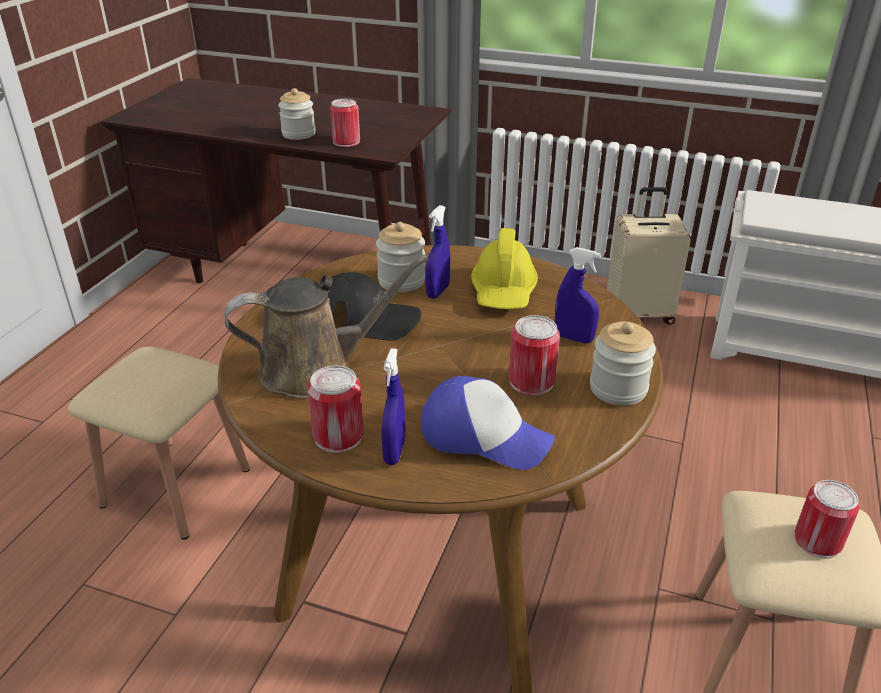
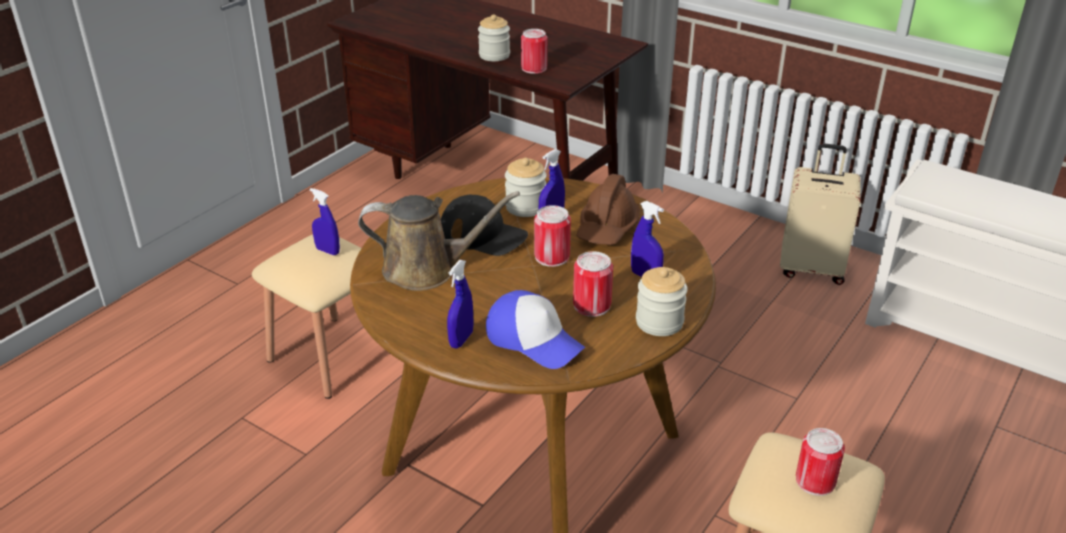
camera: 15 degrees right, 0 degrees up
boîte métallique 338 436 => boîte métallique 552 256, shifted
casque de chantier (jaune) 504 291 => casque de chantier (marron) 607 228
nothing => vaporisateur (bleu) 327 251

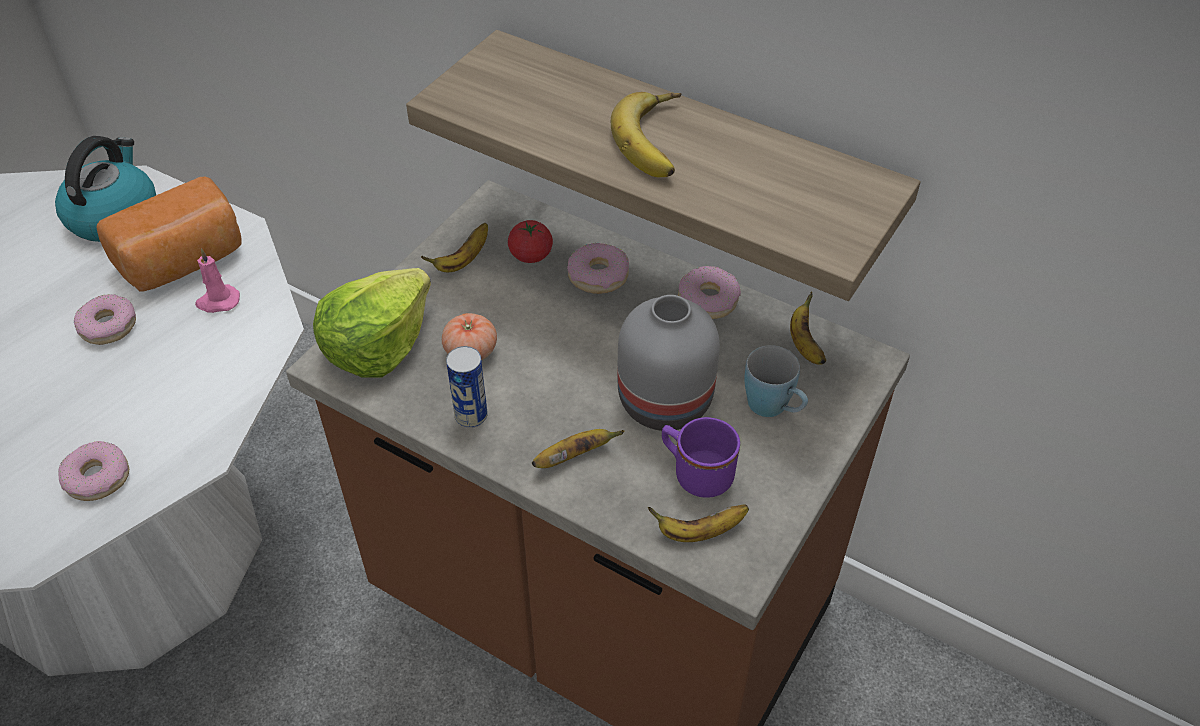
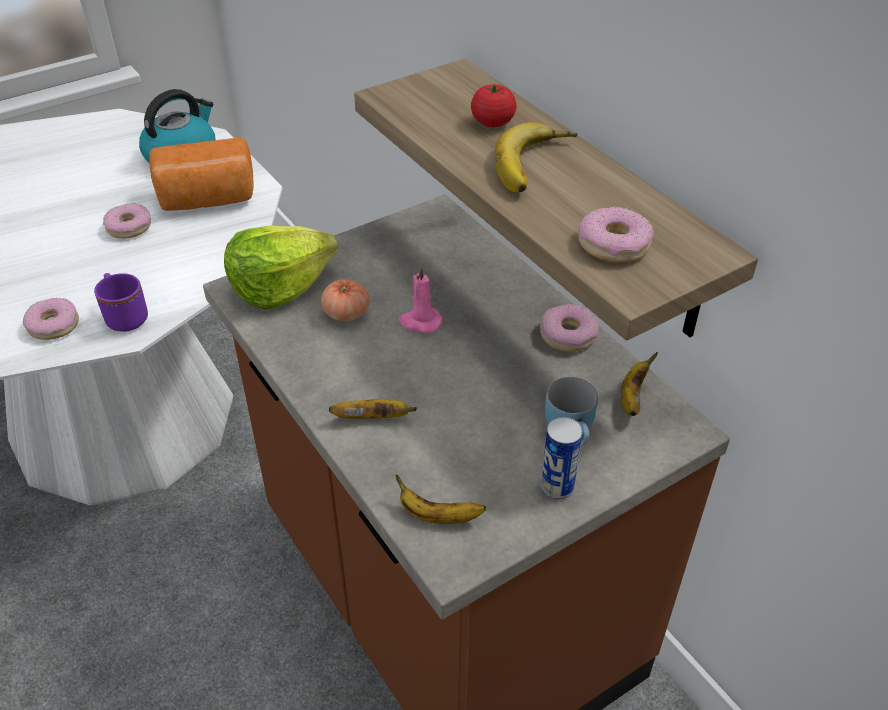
camera: 25 degrees right, 5 degrees down
bougie (rose) 218 301 => bougie (rose) 420 322, shifted
banane 462 260 => nothing
boîte métallique 471 416 => boîte métallique 557 487, shifted
tomate 531 255 => tomate 492 122, shifted
beignet 598 276 => beignet 613 244, shifted
vase (gris) 663 400 => nothing
mug (violet) 695 473 => mug (violet) 125 316, shifted

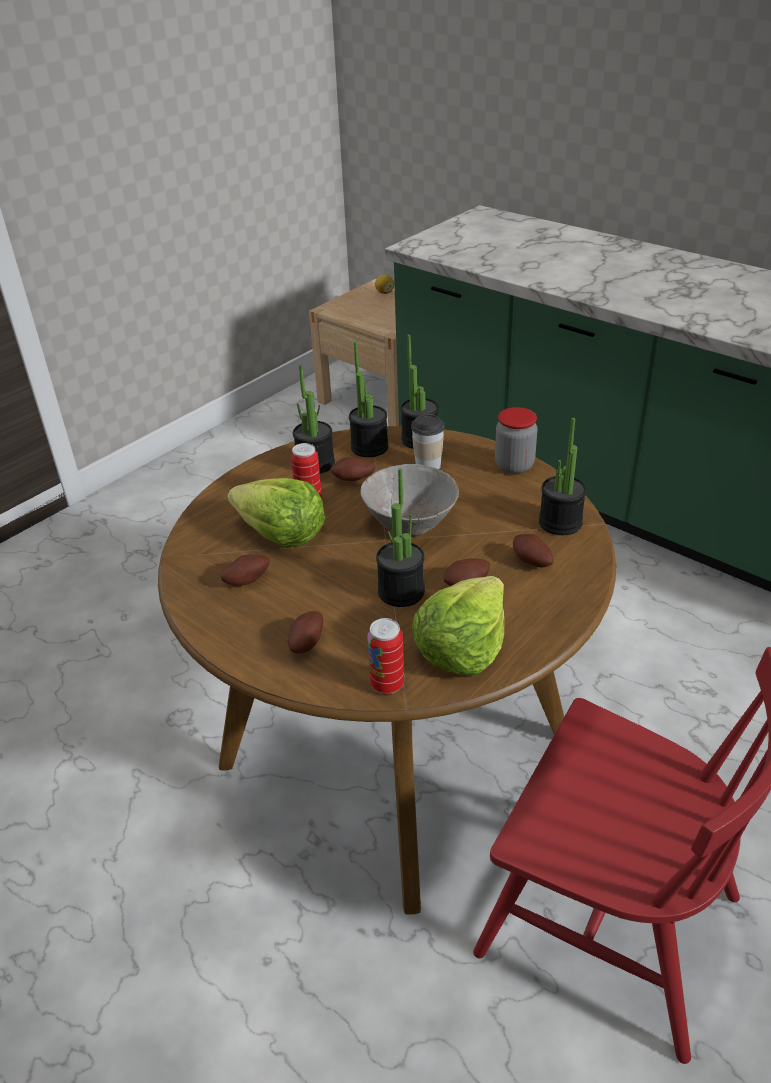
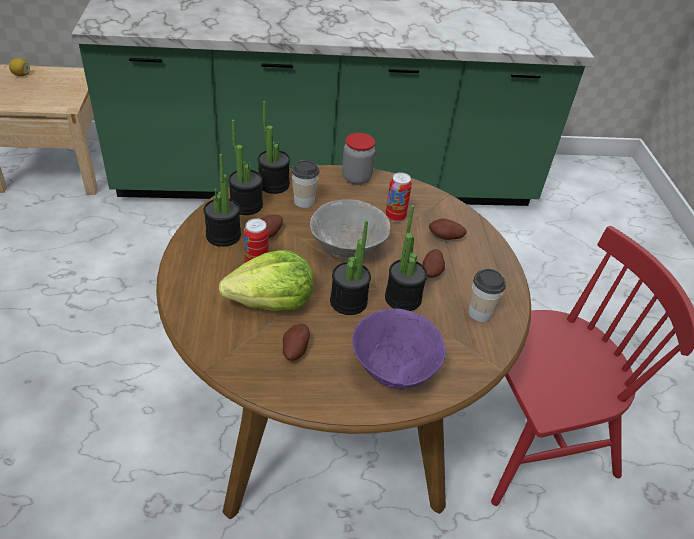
camera: 50 degrees left, 5 degrees up
pomme de terre 305 643 => bol (violet) 394 369
boîte métallique 387 684 => boîte métallique 395 216, shifted
laitue 462 647 => tasse 479 313
plante en pot 560 522 => plante en pot 348 301, shifted

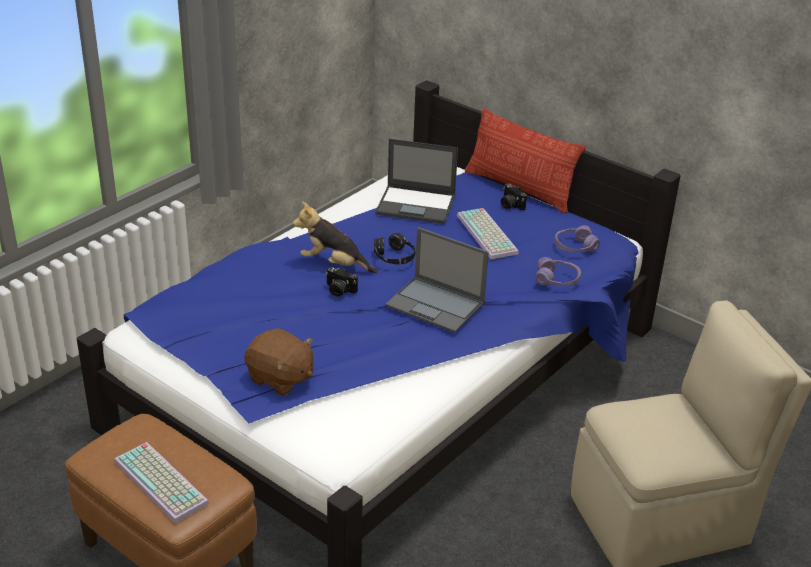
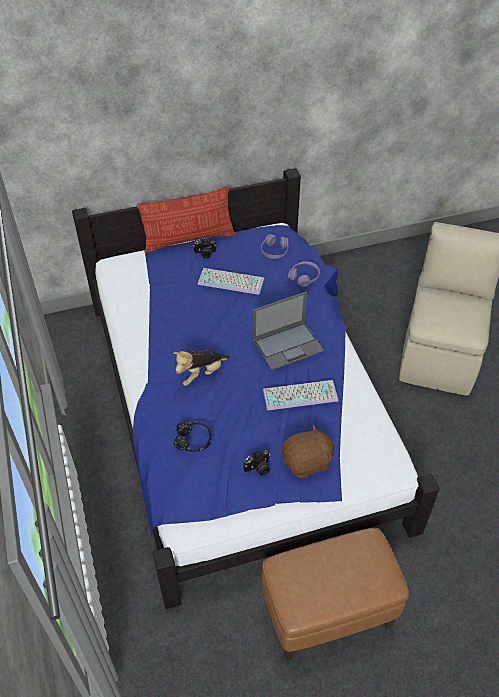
camera: 55 degrees left, 15 degrees up
clavier 163 482 => clavier 301 394, shifted
appareil photo 339 290 => appareil photo 258 468, shifted
casque audio (noir) 394 257 => casque audio (noir) 193 440, shifted
ordinateur portable 417 205 => nothing

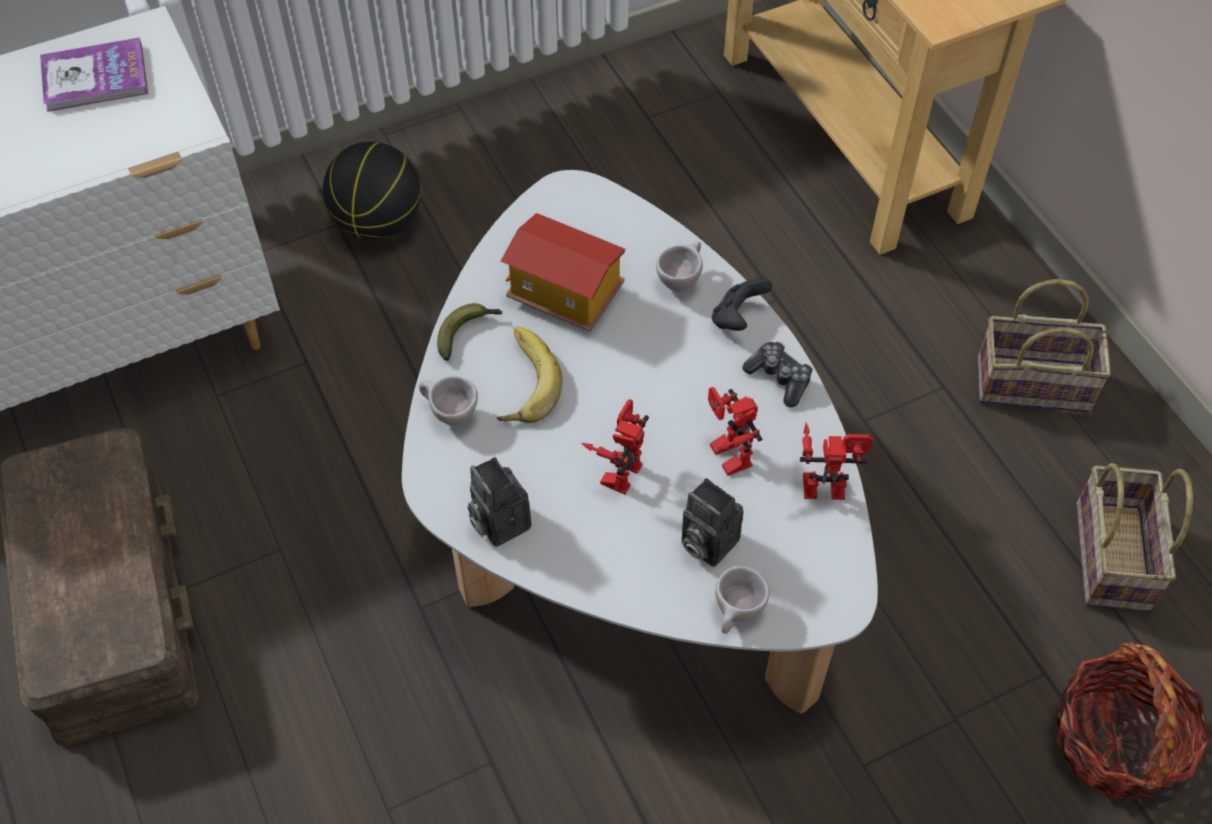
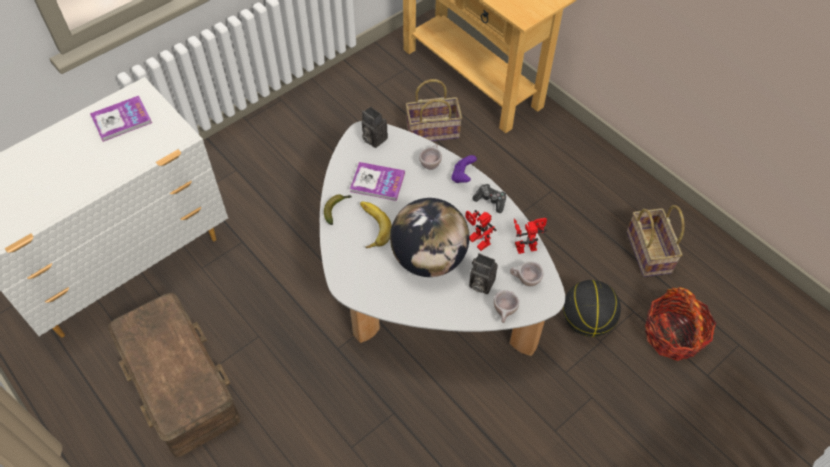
camera: 15 degrees left, 0 degrees up
ballon de basket 377 223 => ballon de basket 586 321, shifted
tasse (beige) 448 414 => tasse (beige) 524 281, shifted
appareil photo 497 522 => appareil photo 373 139, shifted
maison miniature 563 296 => livre 377 182
robot jouet 617 469 => globe 429 259
manette (noir) 737 318 => manette (violet) 462 176
panier 1035 383 => panier 434 130, shifted

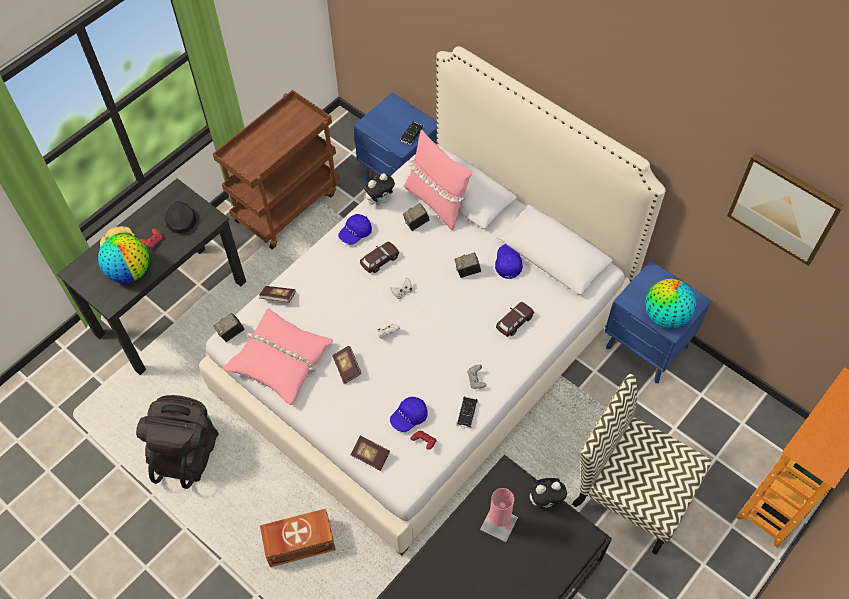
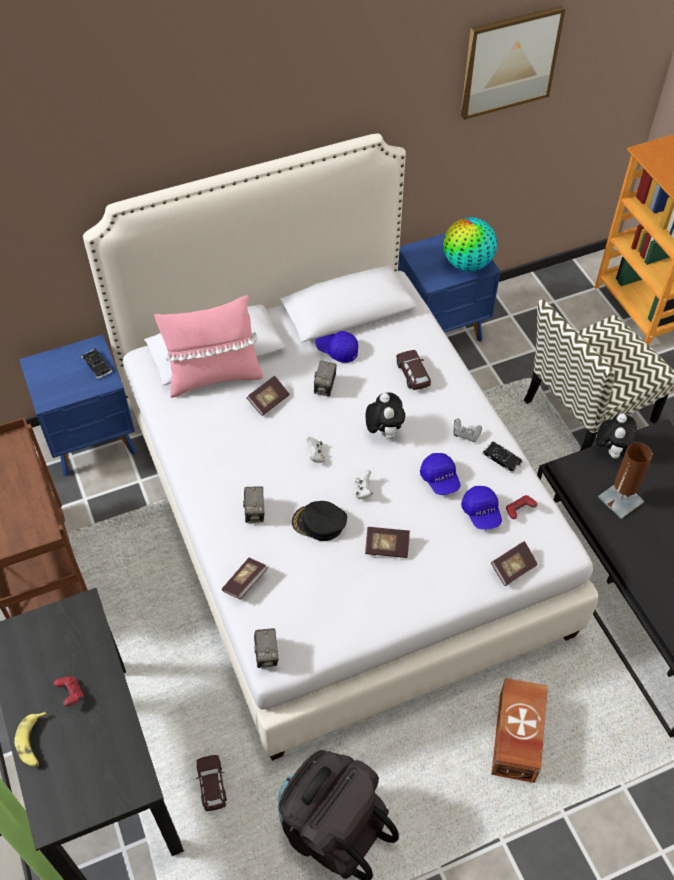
camera: 65 degrees left, 5 degrees down
globe 130 271 => nothing
casquette (noir) 181 219 => casquette (noir) 319 523, shifted
coussin (rose) 280 360 => nothing
casquette (bleu) 355 233 => casquette (bleu) 440 479, shifted
petite voiture (marron) 379 261 => petite voiture (marron) 212 785, shifted
peluche 380 200 => peluche 383 431, shifted
appareil photo 416 223 => appareil photo 255 513, shifted
lampe de table (rose) 499 524 => lampe de table (marron) 620 499
nothing => livre 268 401

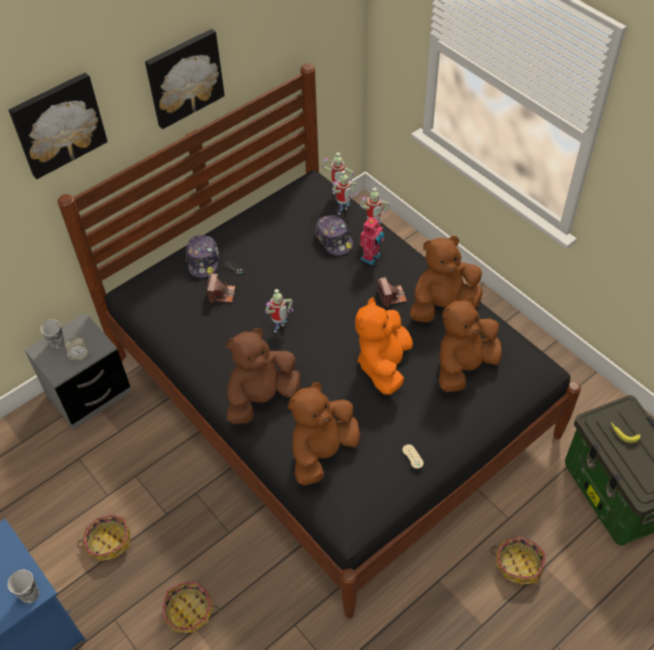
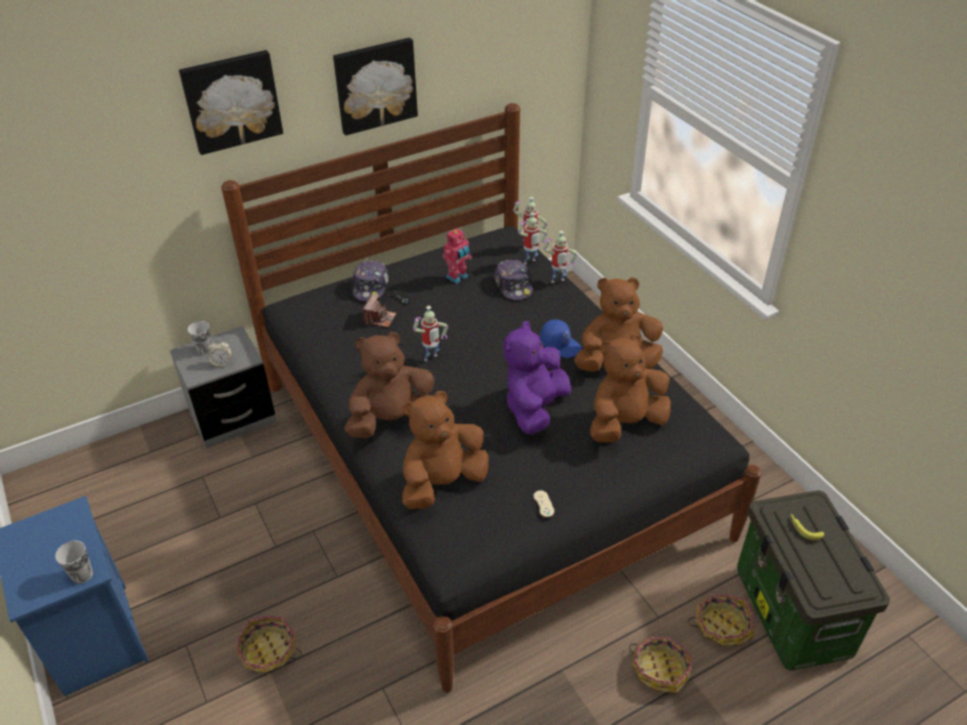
camera: 10 degrees right, 10 degrees down
panier 108 541 => panier 721 626, shifted
peluche (orange) 384 364 => peluche (violet) 535 408
robot jouet 371 258 => robot jouet 458 277, shifted
appareil photo 391 296 => casquette (bleu) 561 345

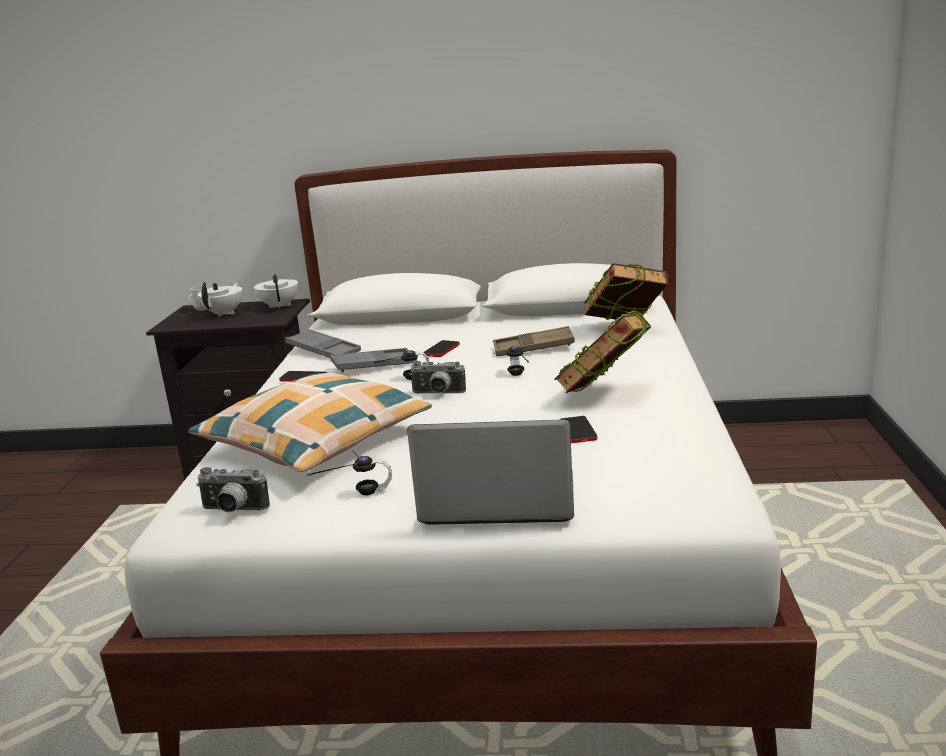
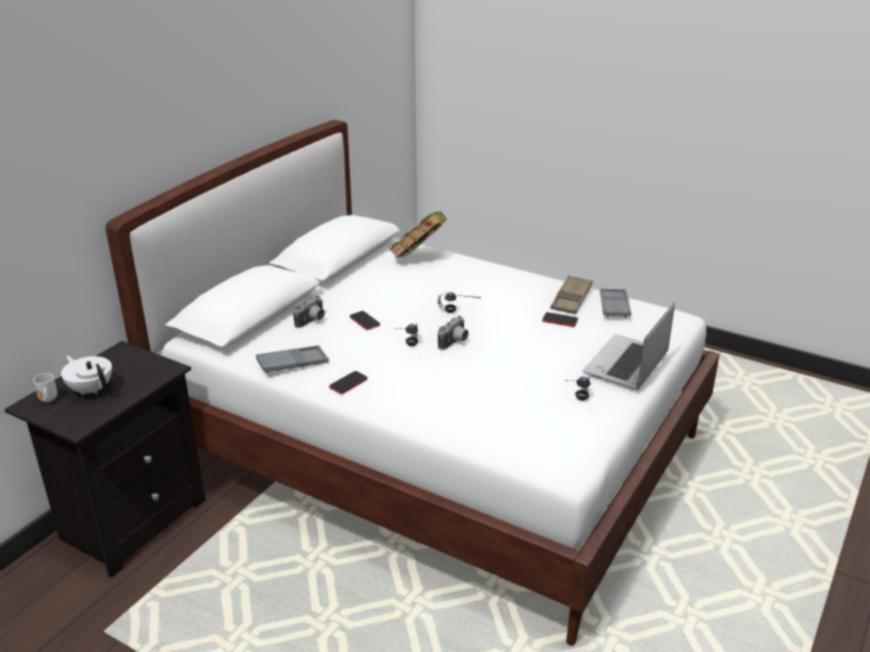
camera: 65 degrees left, 10 degrees up
coussin 315 440 => nothing
appareil photo 233 511 => appareil photo 312 321, shifted
théière (blanc) 279 306 => nothing
plateau (gris) 374 365 => plateau (gris) 614 306, shifted
plateau (marron) 533 348 => plateau (marron) 571 299, shifted
livre 604 396 => nothing

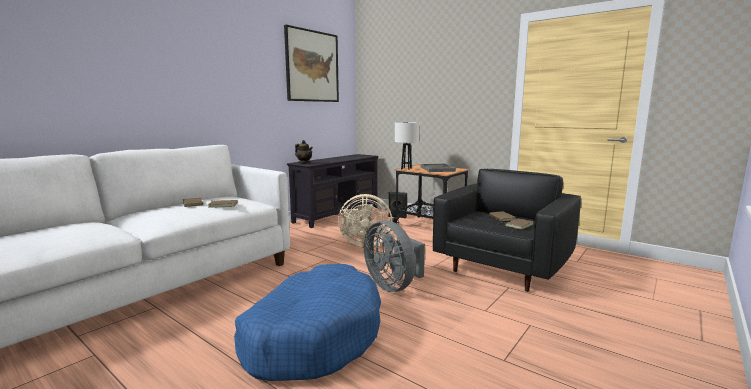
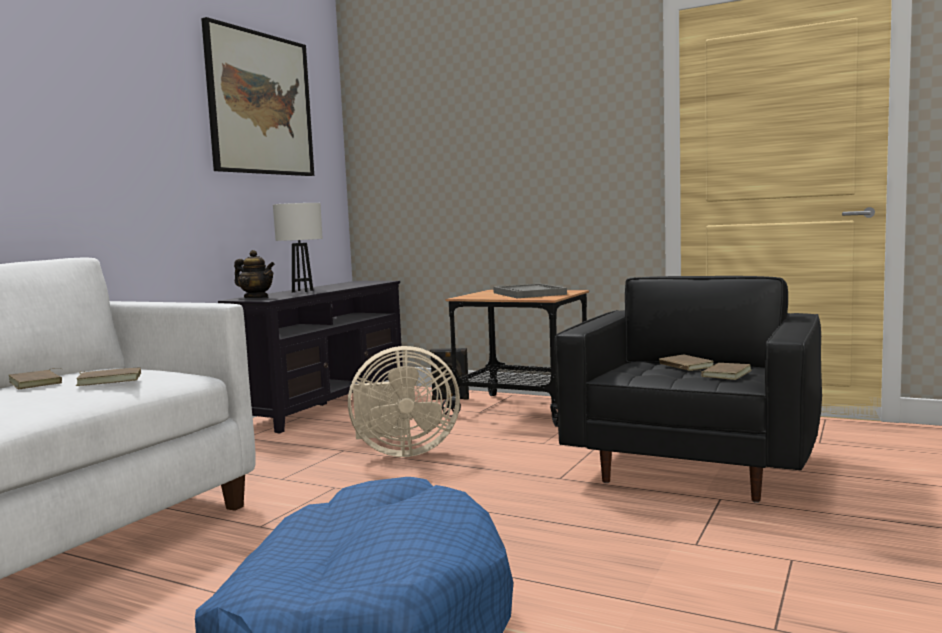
camera: 10 degrees left, 5 degrees down
ventilateur (gris) 393 285 => nothing
lampe de table (blanc) 406 169 => lampe de table (blanc) 302 291, shifted

